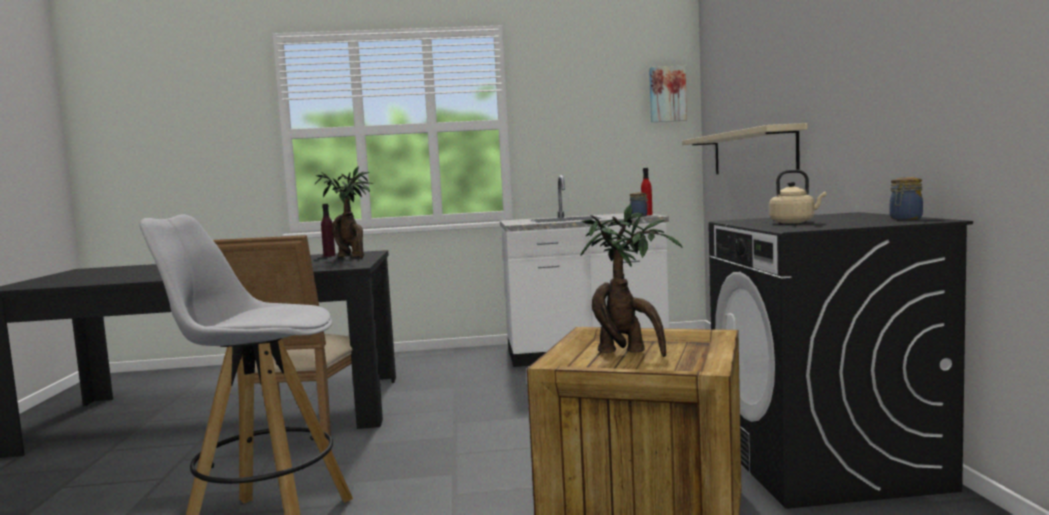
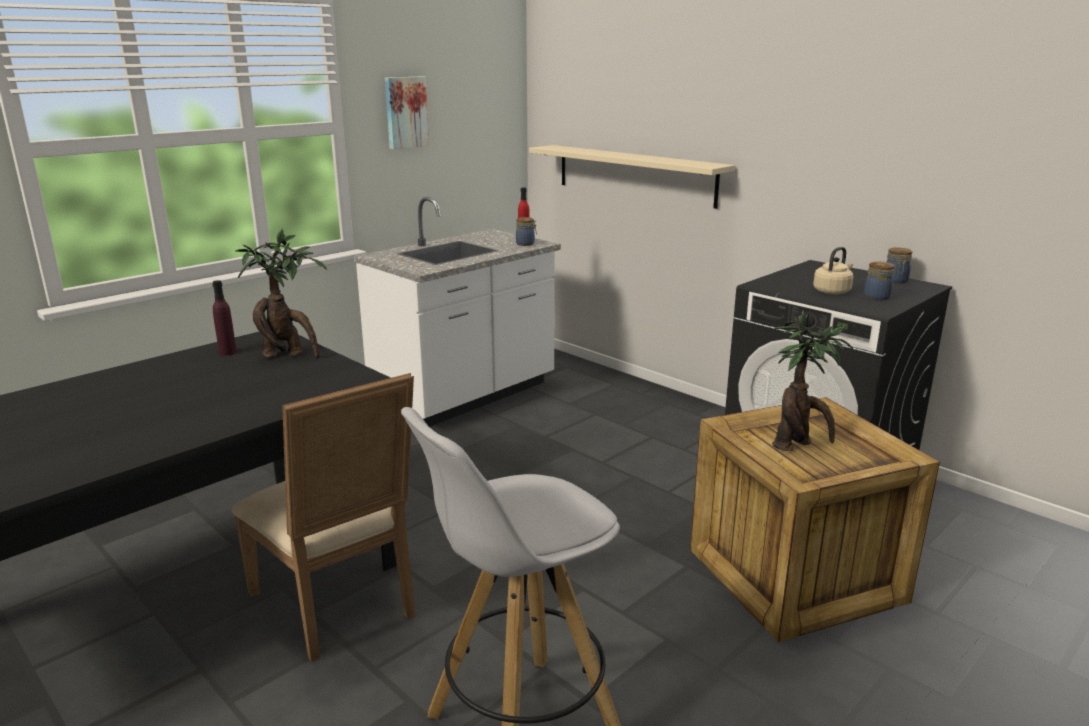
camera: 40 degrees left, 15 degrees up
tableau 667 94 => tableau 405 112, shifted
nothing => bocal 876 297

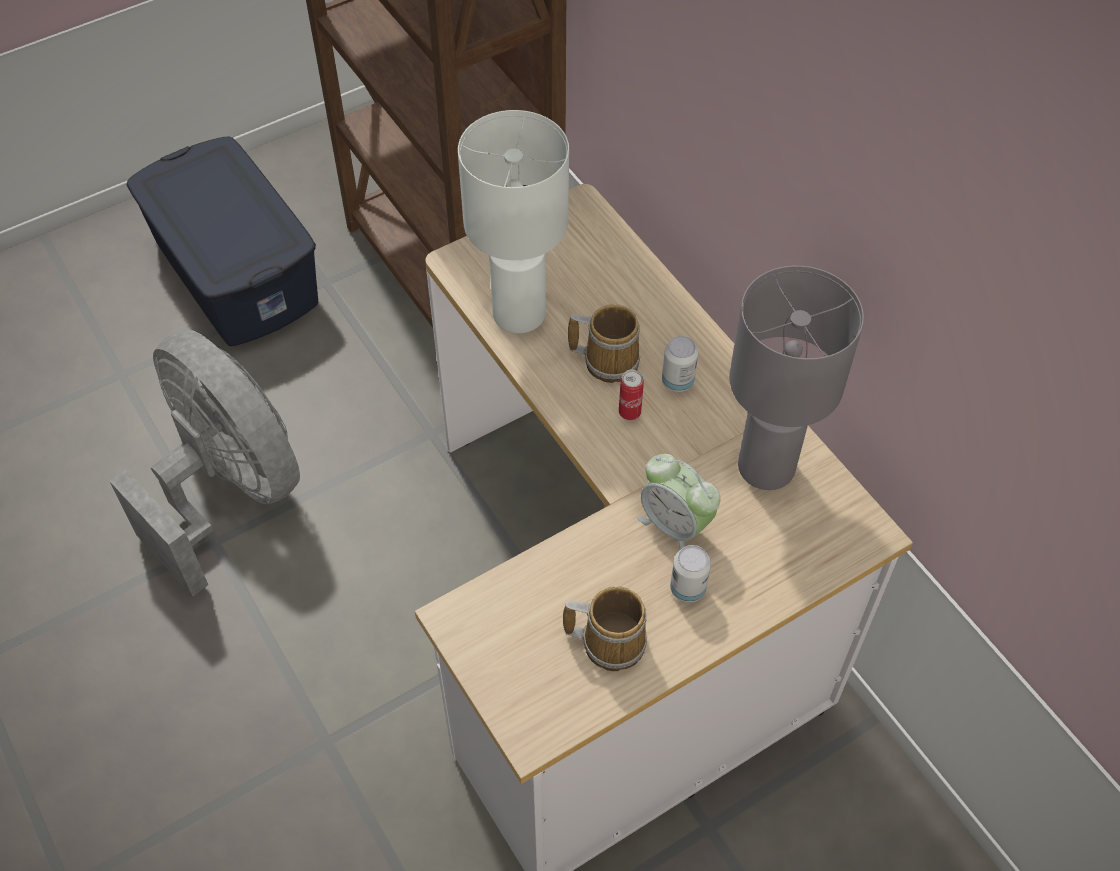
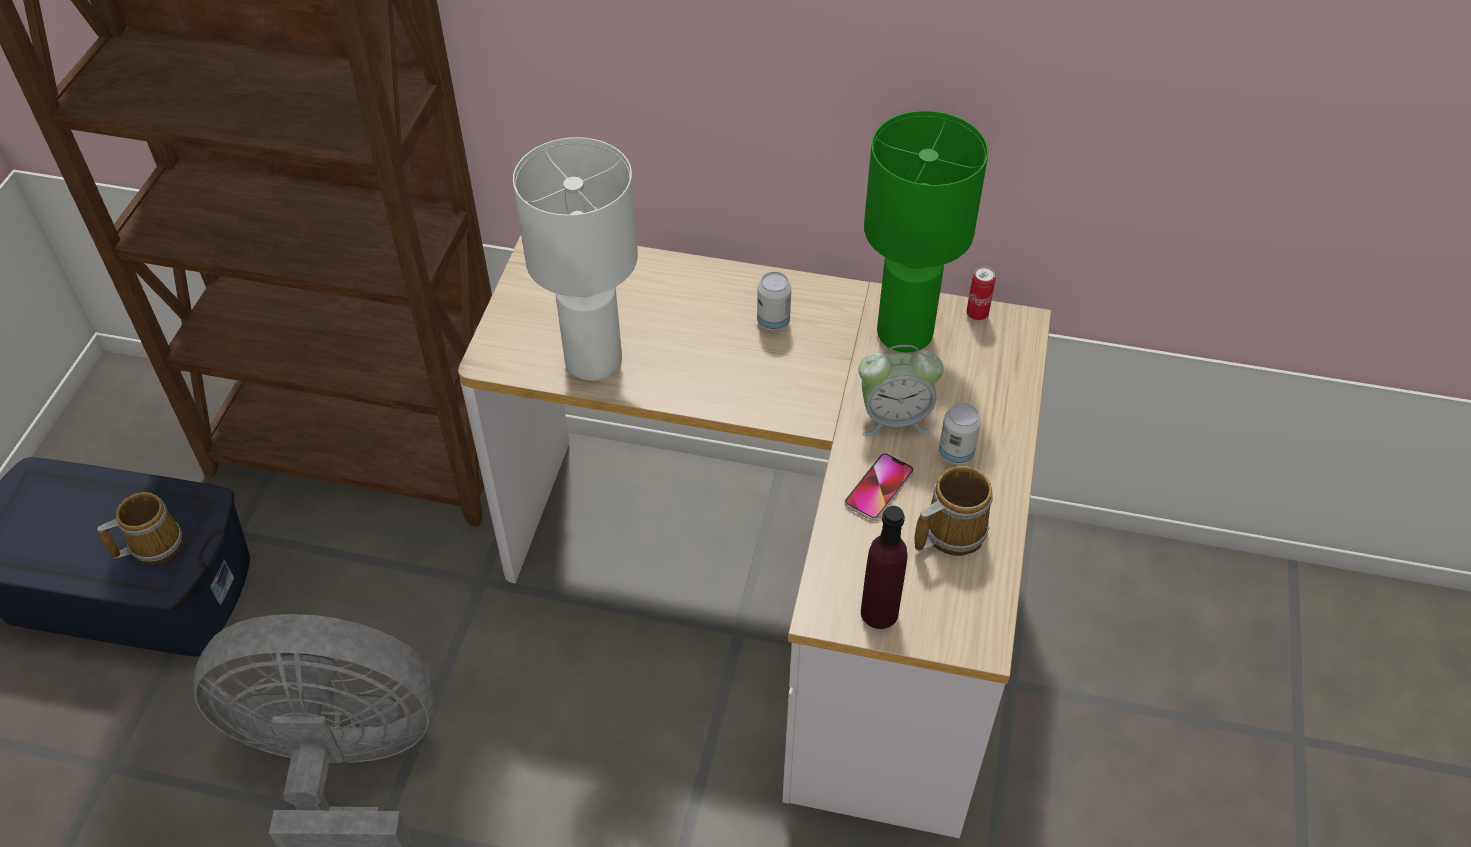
camera: 45 degrees left, 5 degrees down
mug 608 359 => mug 152 544, shifted
boîte métallique 629 412 => boîte métallique 977 314, shifted
lampe de table (gris) 768 468 => lampe de table (vert) 906 333
nothing => téléphone 879 488
nothing => bouteille (violet) 879 612

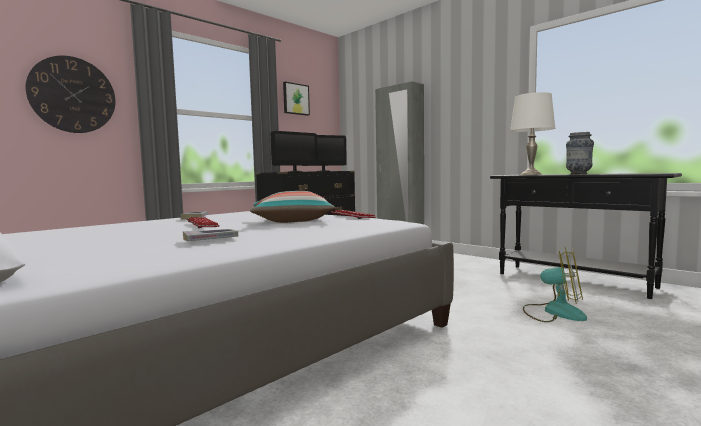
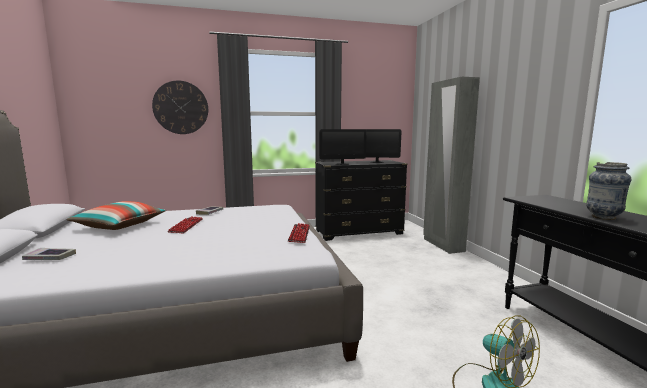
camera: 30 degrees right, 5 degrees up
livre 210 239 => livre 50 257, shifted
coussin 292 220 => coussin 120 225, shifted
tableau 295 99 => nothing
lampe de table (blanc) 531 174 => nothing

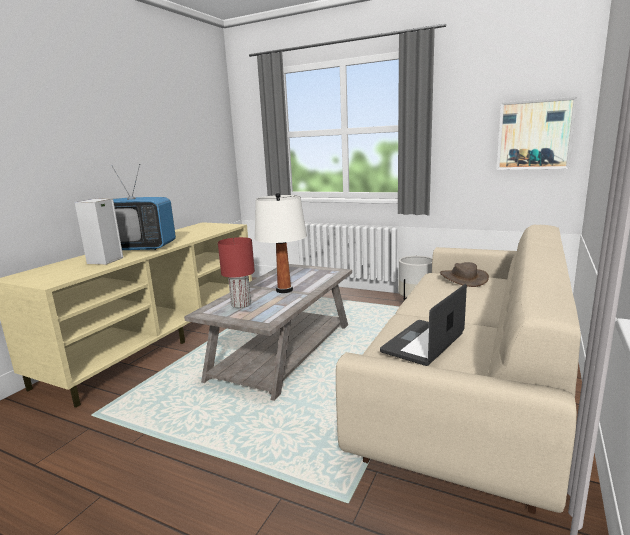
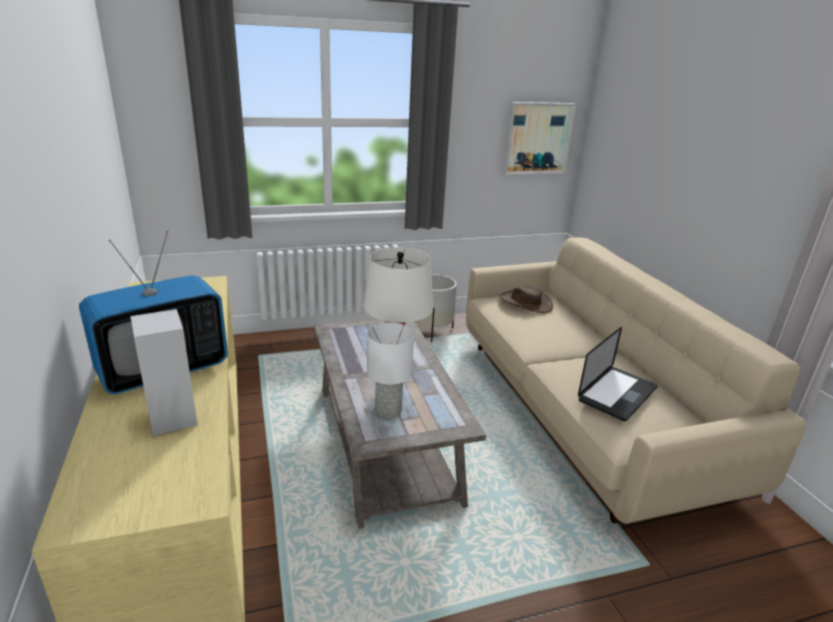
camera: 45 degrees left, 10 degrees up
lampe de table (rouge) 241 304 => lampe de table (blanc) 389 410
ordinateur portable 423 343 => ordinateur portable 617 394, 135 degrees counterclockwise

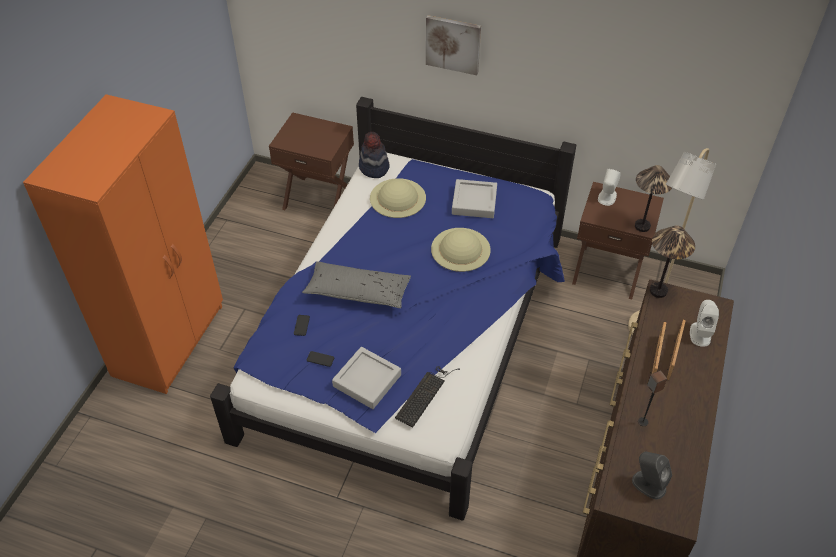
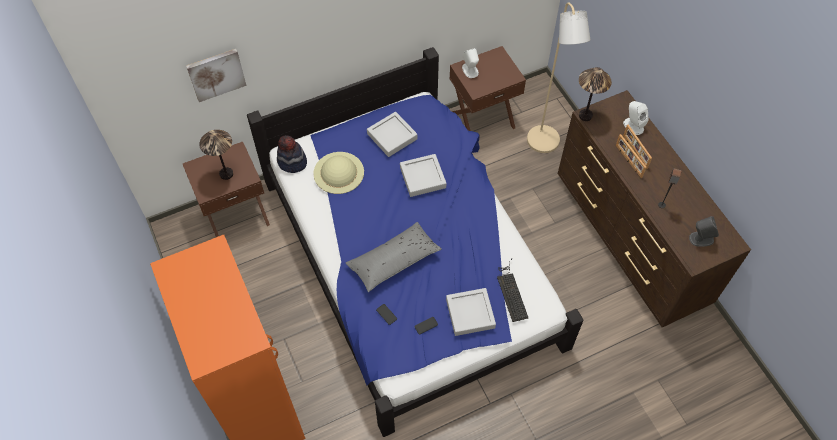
camera: 45 degrees left, 10 degrees up
tableau 453 44 => tableau 216 74, shifted
chapeau (beige) 460 249 => plateau (gris) 422 177
lampe de table 642 226 => lampe de table 226 174, shifted

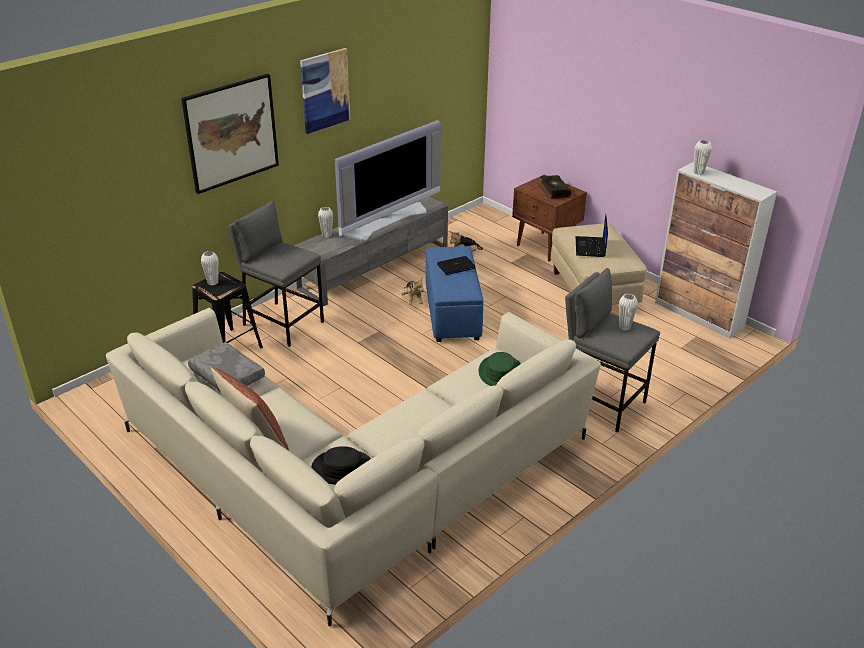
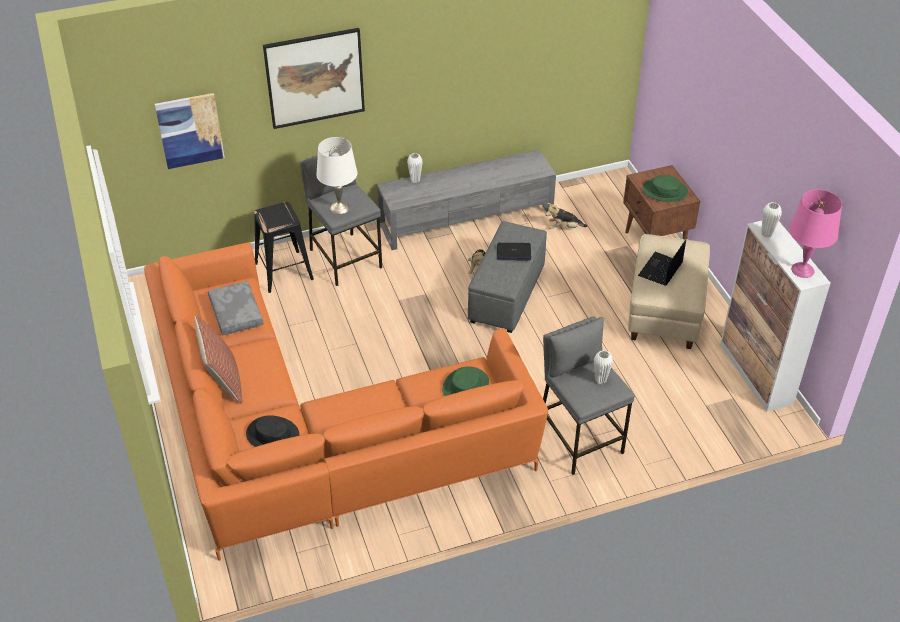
camera: 25 degrees right, 10 degrees up
canapé (beige) 350 476 => canapé (orange) 311 435
vase (blanc) 213 282 => nothing
tableau 325 90 => tableau 190 130, shifted
téléviseur 386 220 => nothing
pouf (bleu) 452 312 => pouf (gris) 507 293
livre 553 191 => chapeau (vert) 665 191
nothing => lampe de table (blanc) 340 207
nothing => lampe de table (rose) 802 270

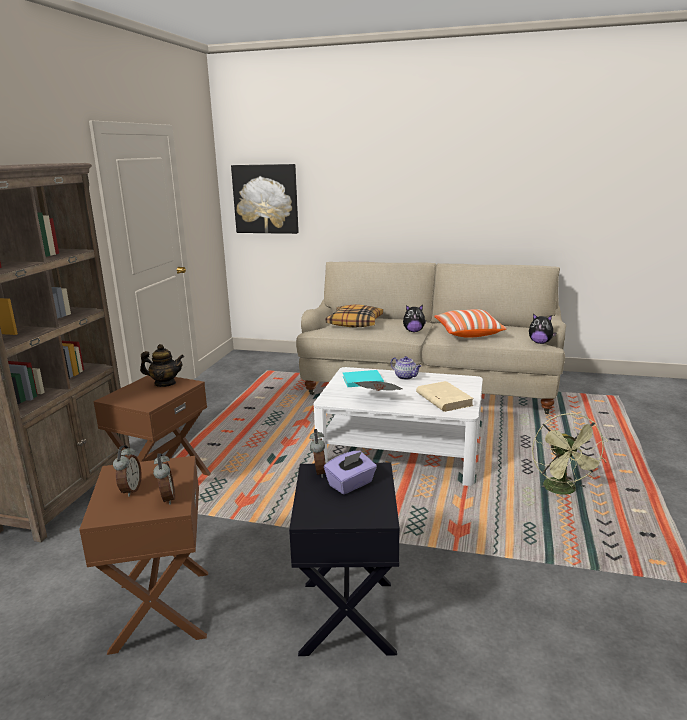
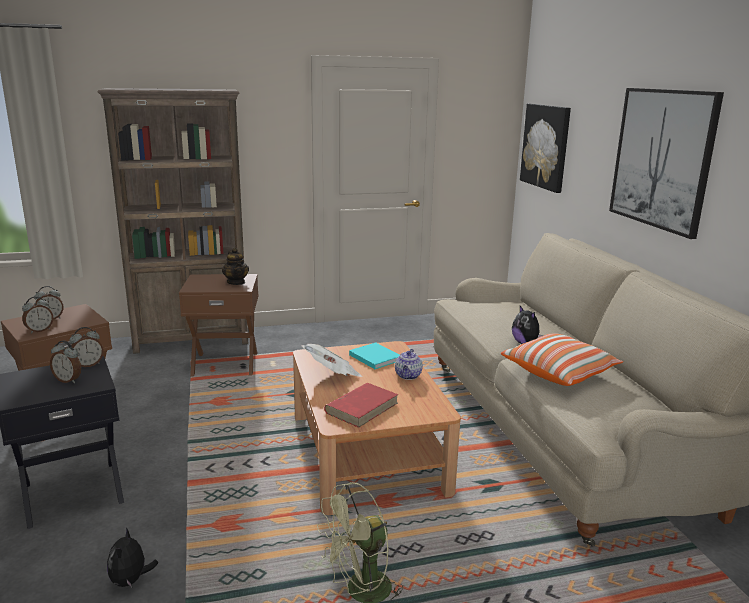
camera: 60 degrees right, 0 degrees up
table basse (blanc) 401 451 => table basse (marron) 367 452
boîte à mouchoirs (violet) 351 484 => réveil 68 380
coussin 355 323 => nothing
livre (beige) 443 399 => livre (rouge) 362 407
peluche 540 342 => peluche 131 580, shifted
nothing => tableau 662 159

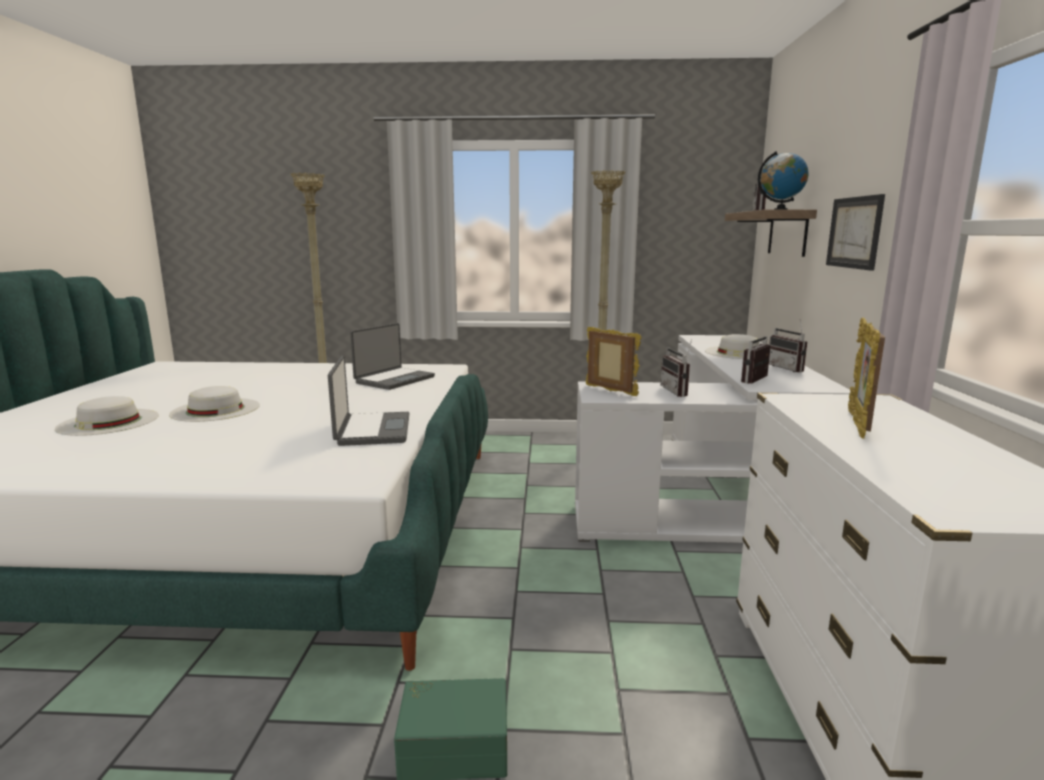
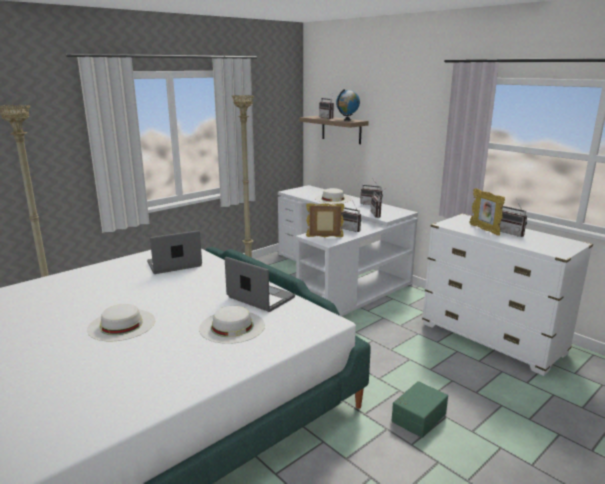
camera: 45 degrees left, 5 degrees up
chapeau (blanc) 108 422 => chapeau (blanc) 232 326, shifted
ordinateur portable 394 380 => ordinateur portable 174 265, 105 degrees counterclockwise
tableau 854 232 => nothing
nothing => radio 511 233

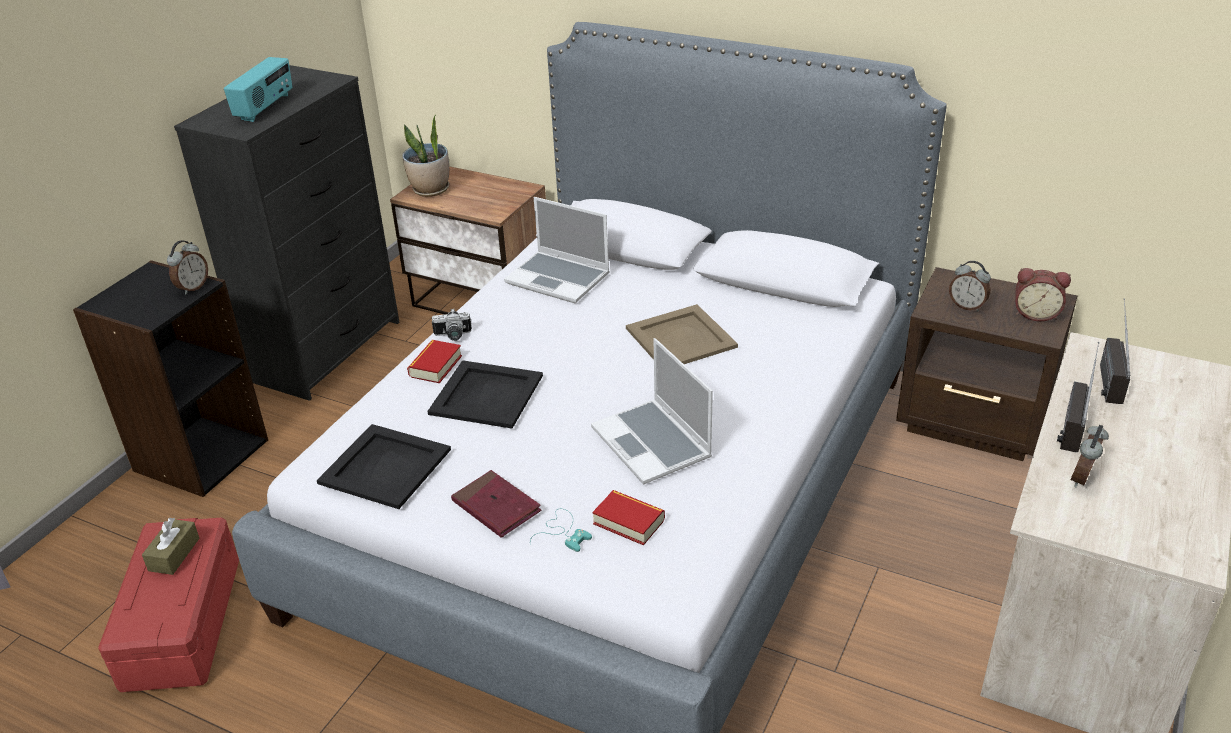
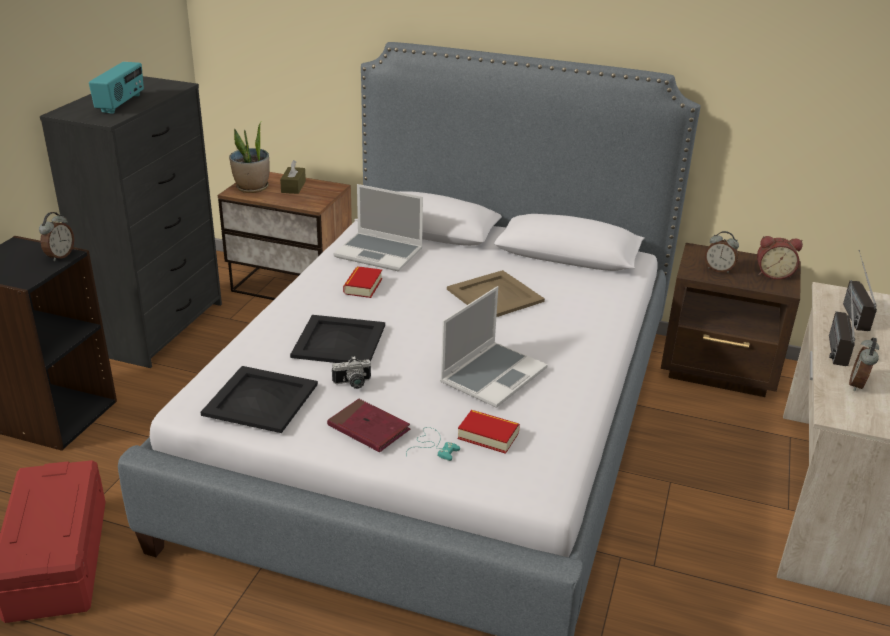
camera: 10 degrees left, 5 degrees down
boîte à mouchoirs (marron) 174 554 => boîte à mouchoirs (marron) 293 187, shifted
livre 435 366 => livre 363 286, shifted
appareil photo 452 336 => appareil photo 353 384, shifted
ordinateur portable 653 444 => ordinateur portable 493 375, 105 degrees counterclockwise

